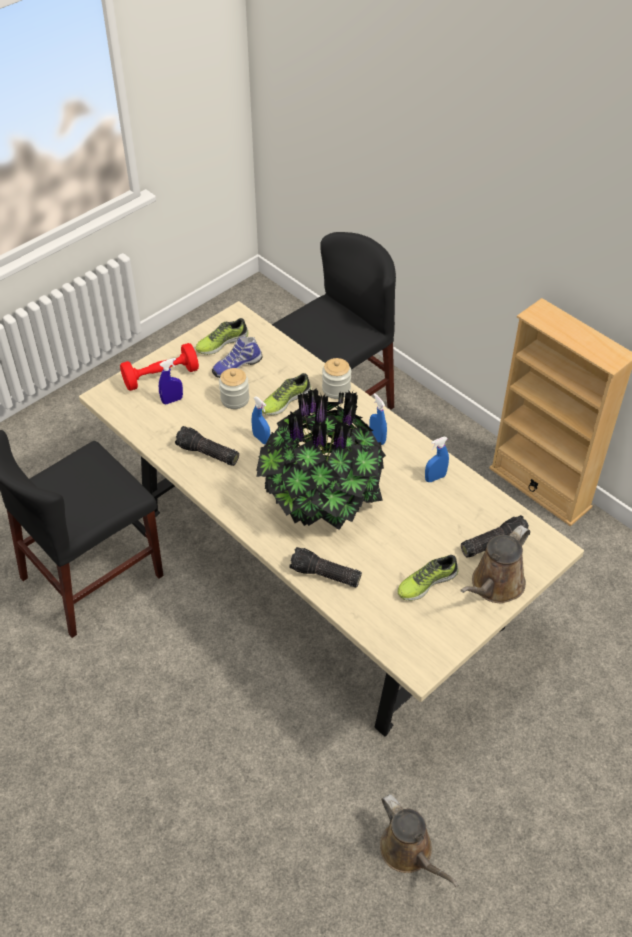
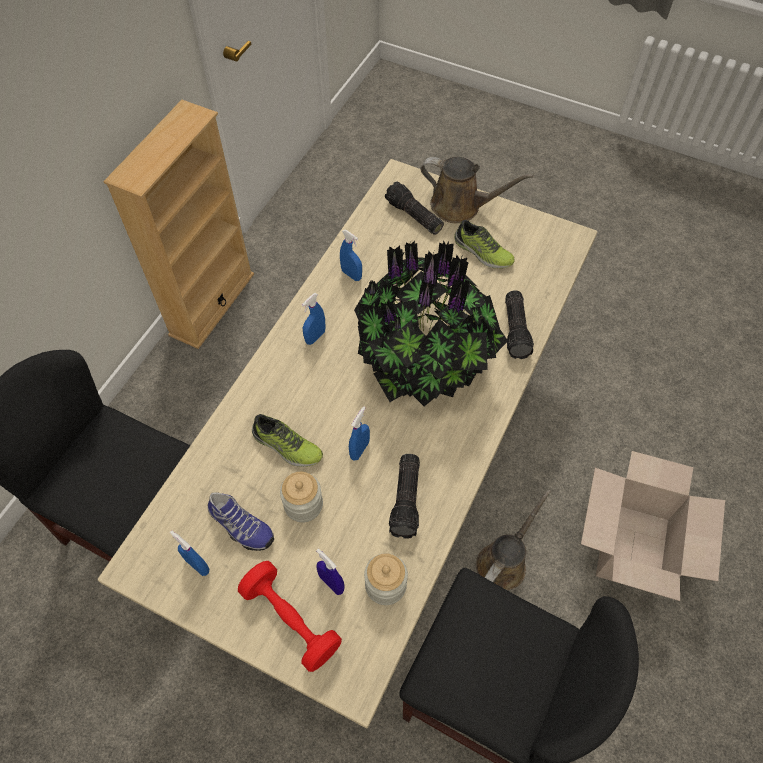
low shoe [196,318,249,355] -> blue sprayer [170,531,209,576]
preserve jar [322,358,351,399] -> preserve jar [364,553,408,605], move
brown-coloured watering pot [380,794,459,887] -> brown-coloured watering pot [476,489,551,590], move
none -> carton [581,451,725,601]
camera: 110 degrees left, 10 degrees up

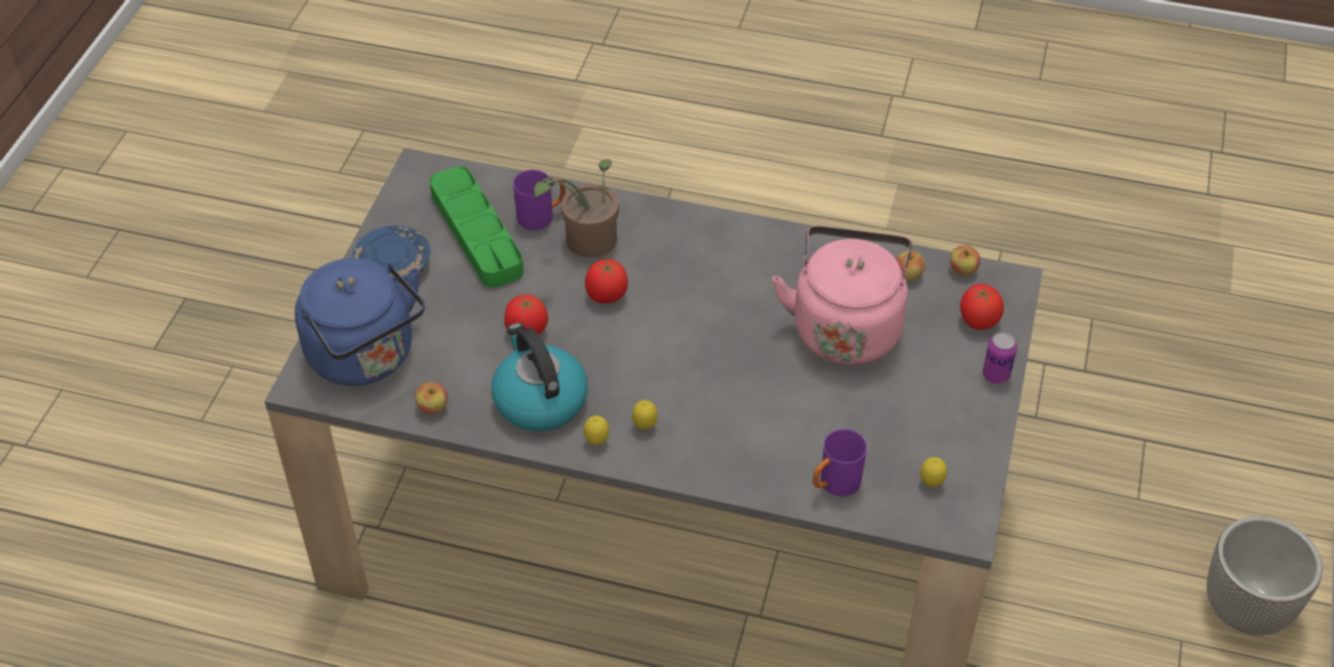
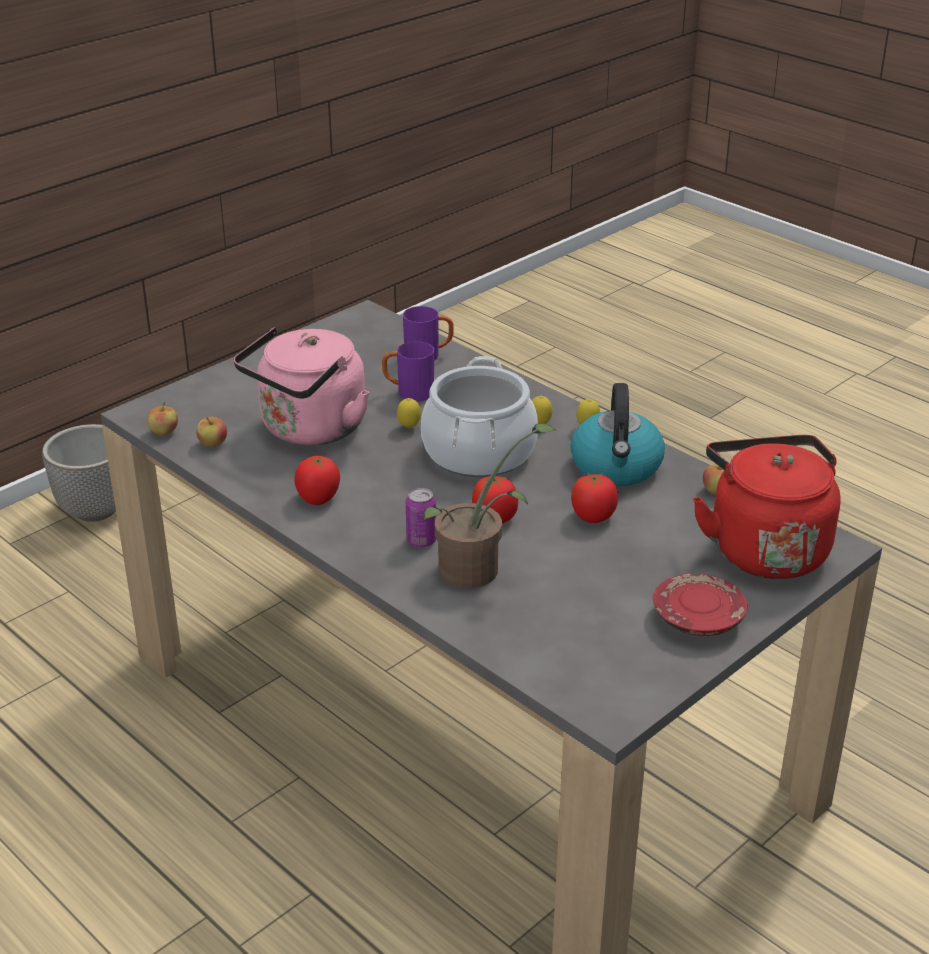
blue tea kettle [295,258,425,386] -> reddish tea kettle [693,435,841,579]
blue dinner plate [352,225,430,284] -> reddish dinner plate [653,574,747,636]
green carrying tray [430,166,524,288] -> none
purplish coffee mug [513,170,566,230] -> purplish coffee mug [382,341,434,402], move
citrus fruit [920,457,947,487] -> citrus fruit [397,398,421,428], move
tomato [960,284,1004,330] -> tomato [294,456,340,505], move
sealed can [983,332,1017,384] -> sealed can [406,488,436,548], move
none -> saucepot [421,356,538,477]
camera: 150 degrees left, 15 degrees down

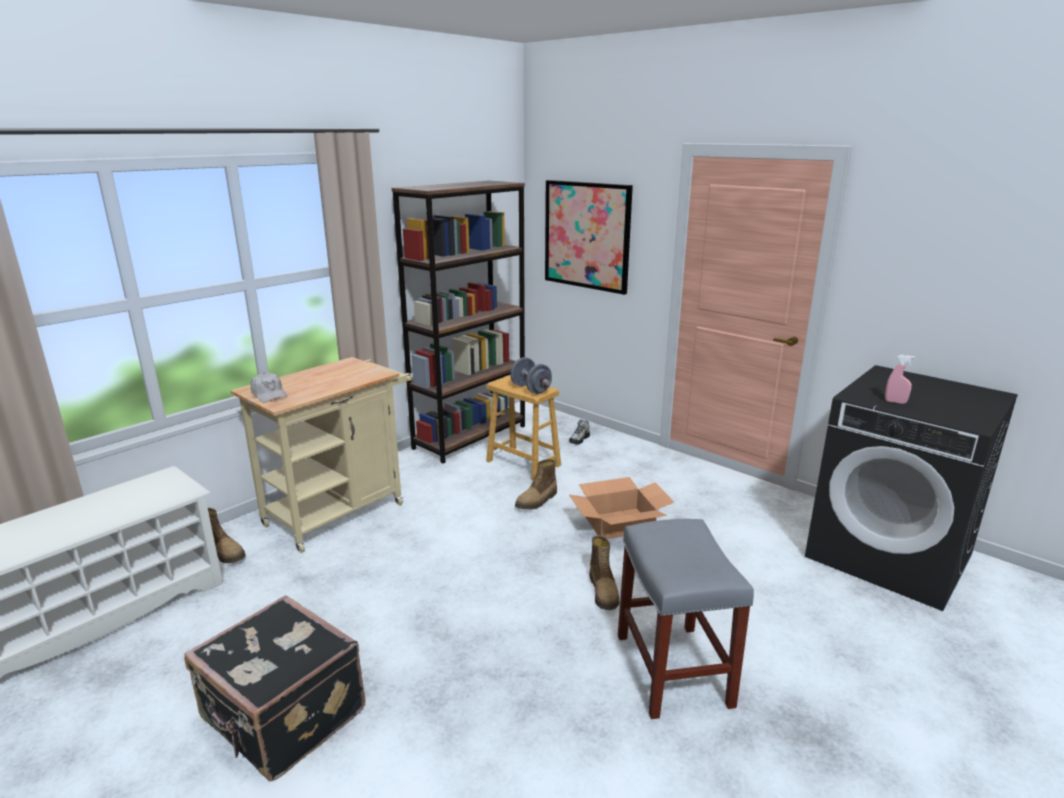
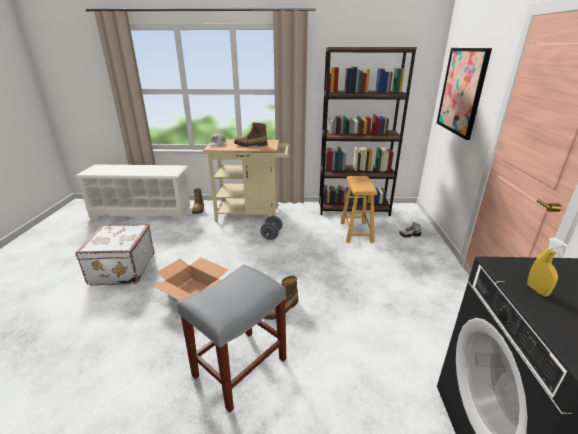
blackish travel case [184,595,365,781] -> white travel case [75,224,155,286]
greyish hand weight [510,357,552,394] -> greyish hand weight [260,216,283,240], move
high-top boot [515,459,557,510] -> high-top boot [234,123,268,147], move
carton [569,477,674,539] -> carton [152,257,229,301], move
pink-coloured sprayer [885,355,915,404] -> yellowish sprayer [527,238,569,296]
camera: 50 degrees right, 5 degrees up

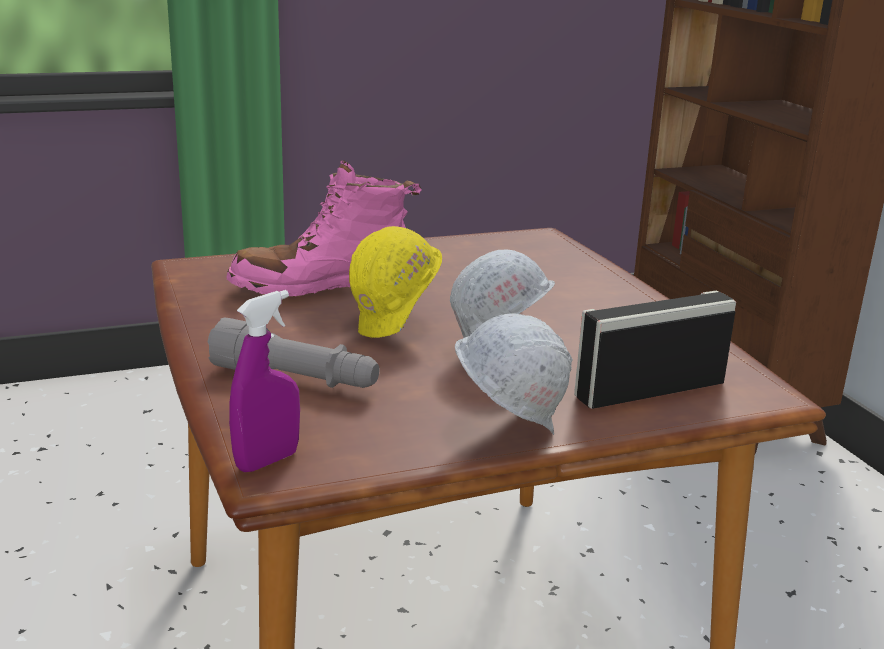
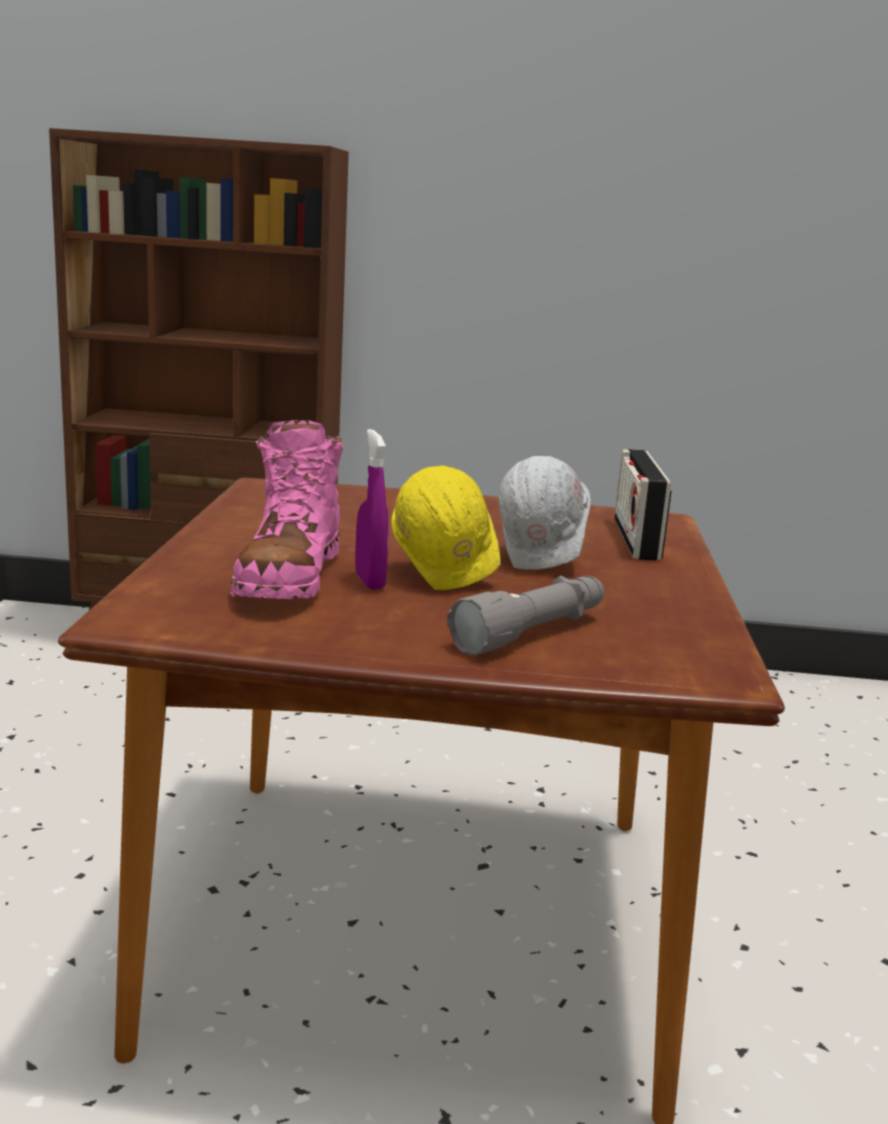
purplish sprayer [229,290,300,472] -> purplish sprayer [355,429,389,590], move
white safety helmet [455,313,573,435] -> none
camera: 65 degrees left, 5 degrees down

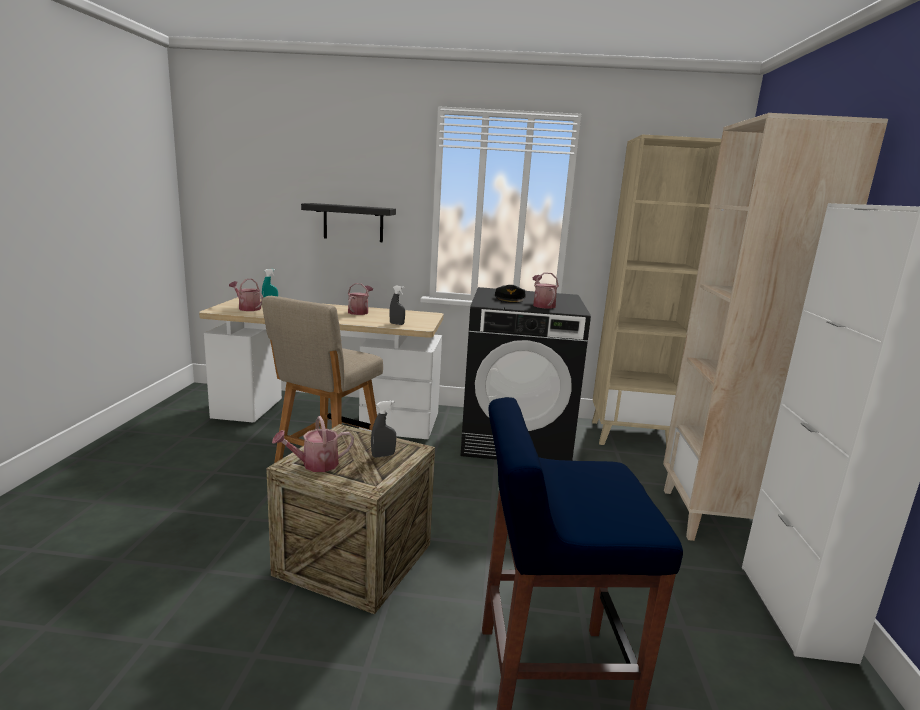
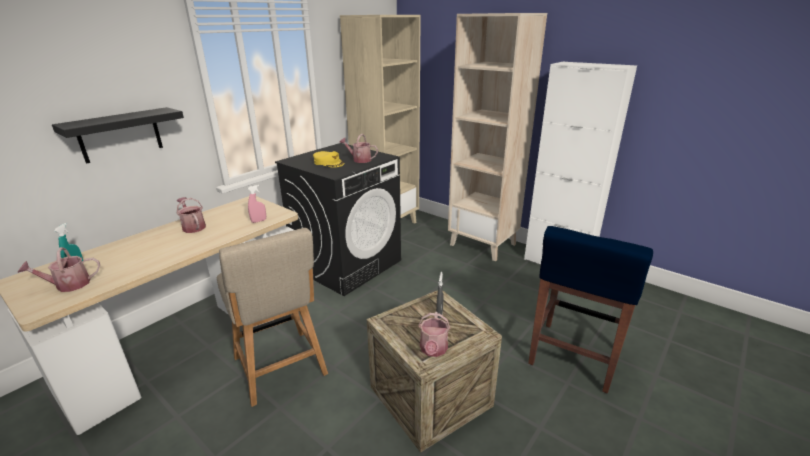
greyish sprayer [389,286,405,325] -> pink-coloured sprayer [247,185,266,223]
blackish peaked cap [495,285,526,303] -> yellowish peaked cap [313,151,345,167]
camera: 55 degrees left, 10 degrees up

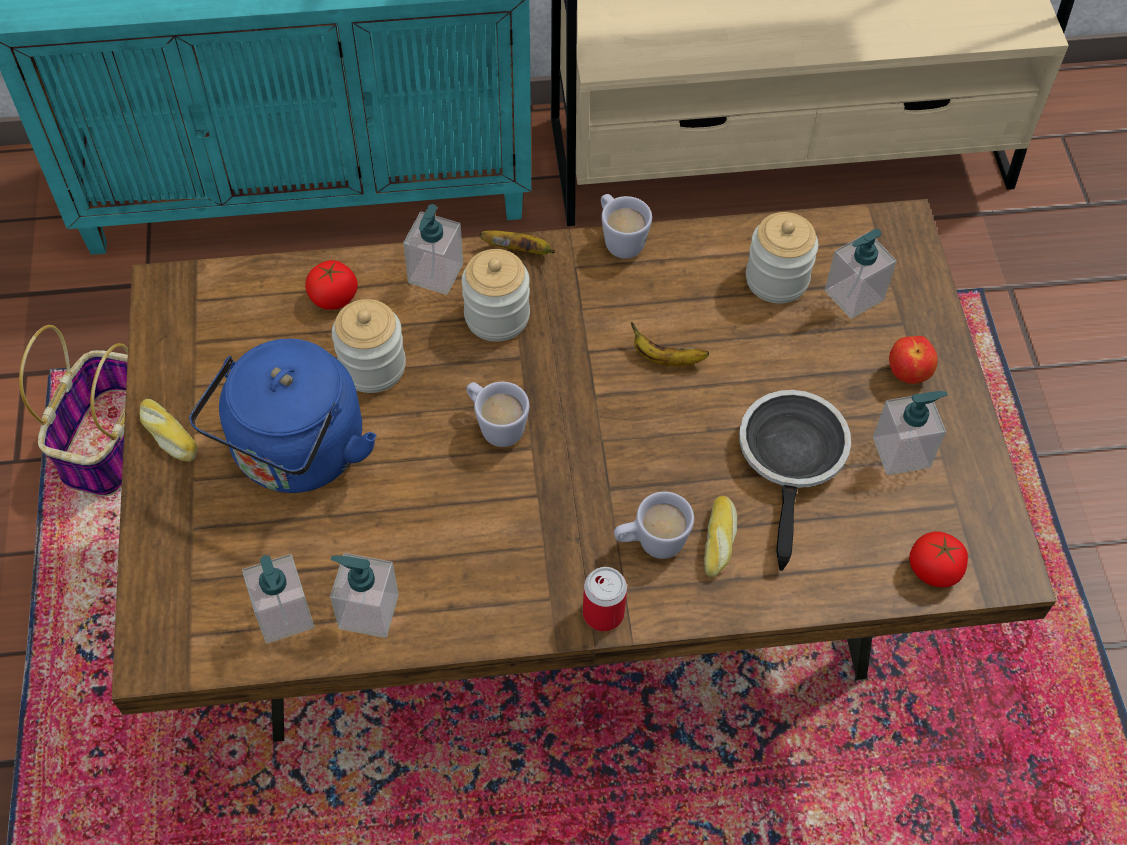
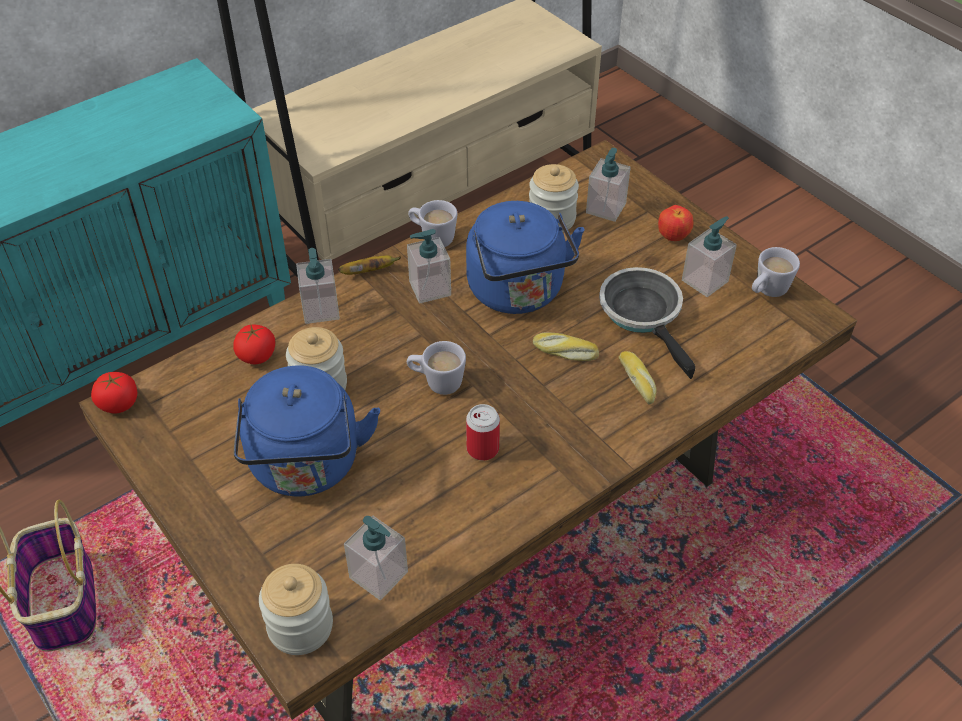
baked bread [140,399,197,462] -> baked bread [533,332,599,361], move
liquid soap bottle [330,553,399,638] -> liquid soap bottle [407,229,451,303], move
preserve jar [462,249,530,342] -> preserve jar [259,564,333,655], move
sealed can [583,567,627,631] -> sealed can [466,404,500,461], move
white coffee mug [614,492,694,559] -> white coffee mug [752,247,800,297], move
banana [631,322,709,366] -> blue tea kettle [466,201,585,314]
tomato [909,531,968,587] -> tomato [91,372,137,414], move
camera: 30 degrees left, 10 degrees down

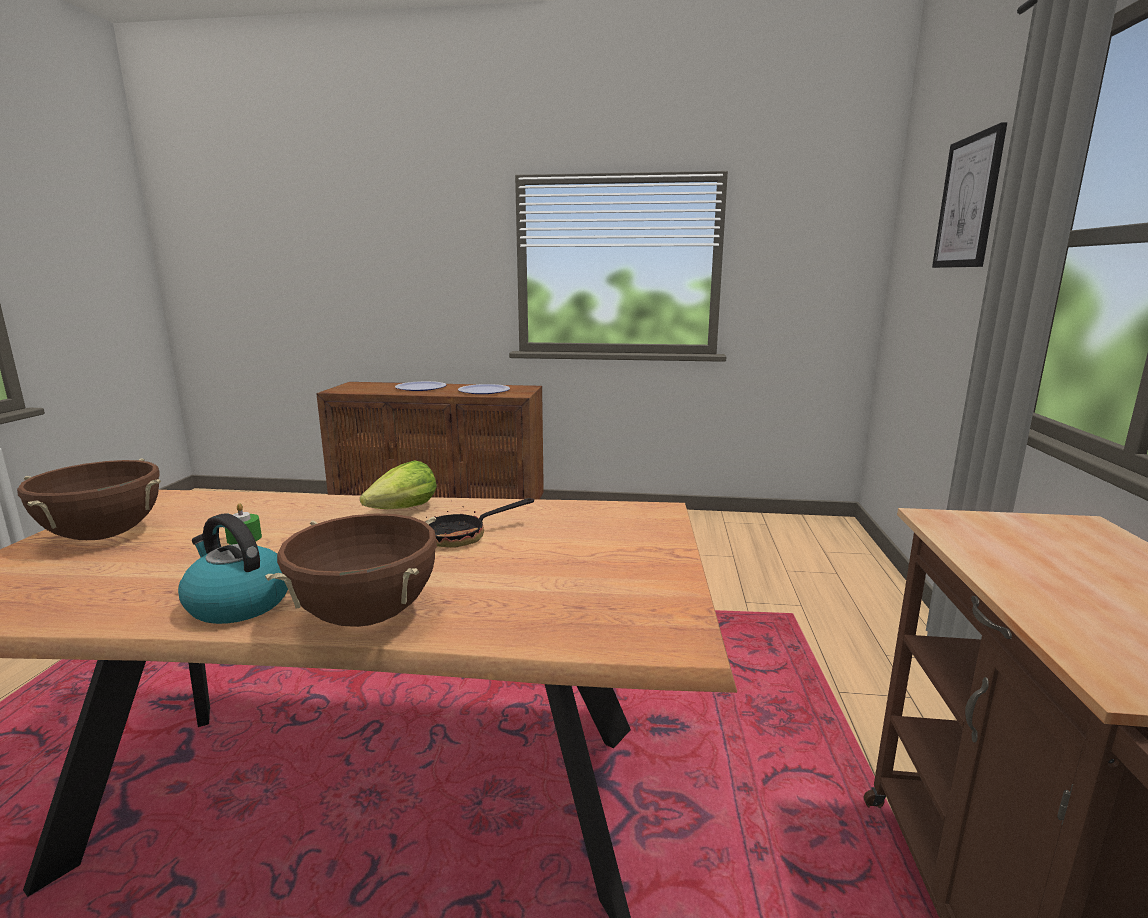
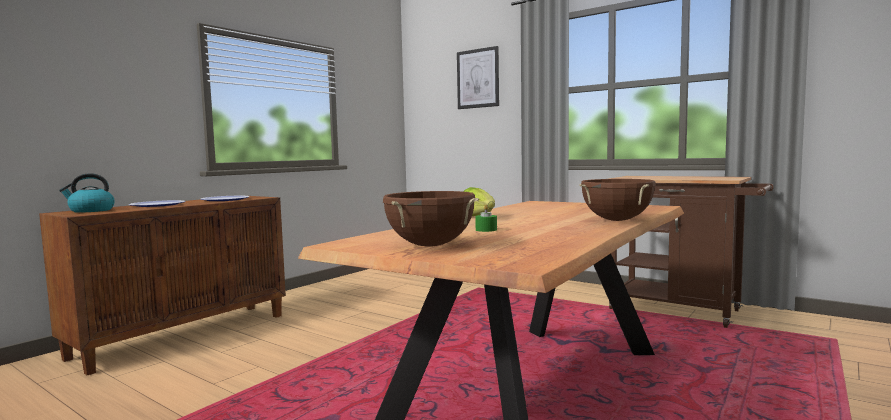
tea kettle [178,513,288,624] -> tea kettle [59,173,115,213], move
frying pan [425,498,534,548] -> none
camera: 60 degrees left, 10 degrees down

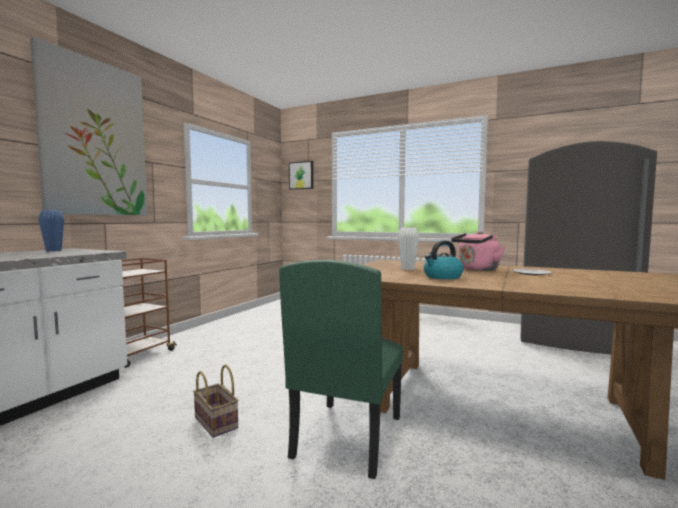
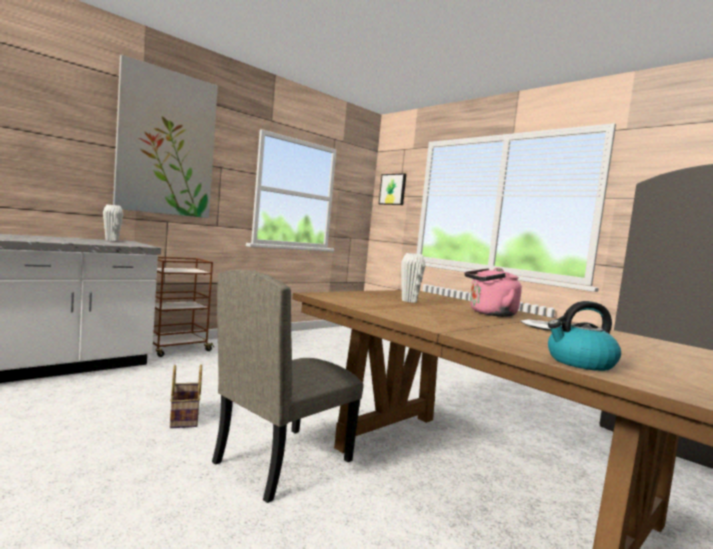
blue decorative vase [39,210,64,251] -> white decorative vase [103,205,123,241]
green upright chair [279,260,404,479] -> sand-coloured upright chair [212,270,364,503]
tea kettle [424,240,464,279] -> tea kettle [548,301,621,371], move
camera: 20 degrees right, 0 degrees up

